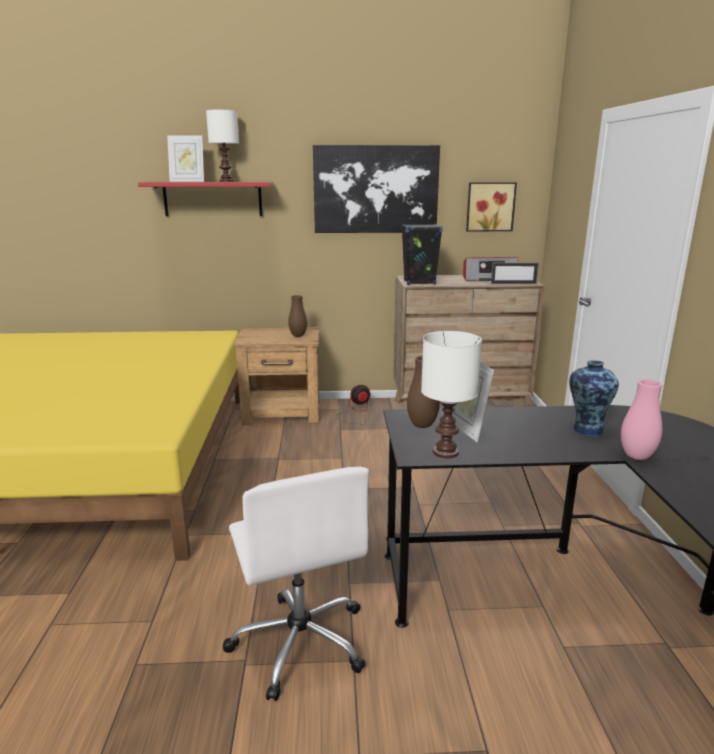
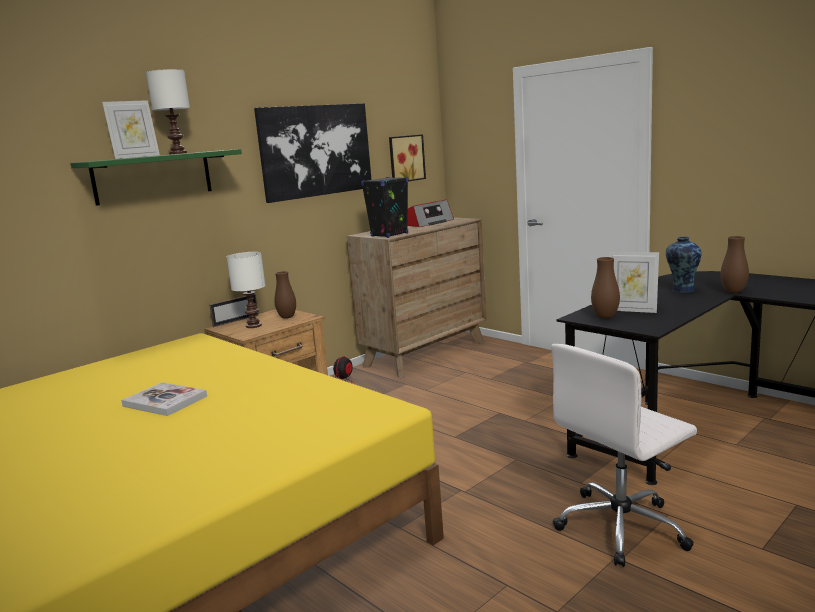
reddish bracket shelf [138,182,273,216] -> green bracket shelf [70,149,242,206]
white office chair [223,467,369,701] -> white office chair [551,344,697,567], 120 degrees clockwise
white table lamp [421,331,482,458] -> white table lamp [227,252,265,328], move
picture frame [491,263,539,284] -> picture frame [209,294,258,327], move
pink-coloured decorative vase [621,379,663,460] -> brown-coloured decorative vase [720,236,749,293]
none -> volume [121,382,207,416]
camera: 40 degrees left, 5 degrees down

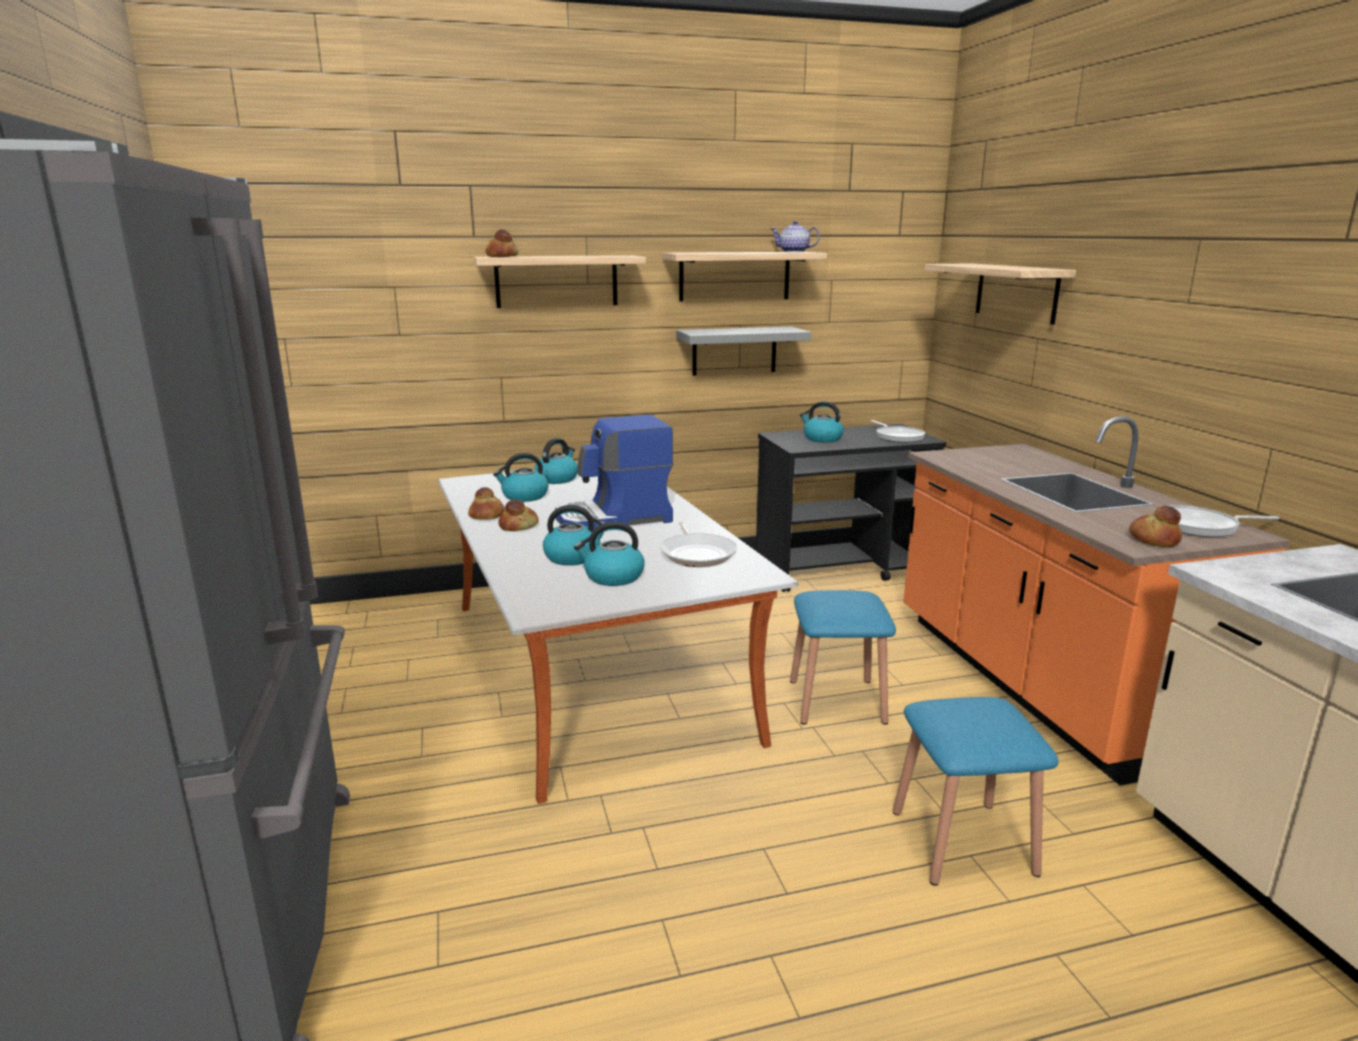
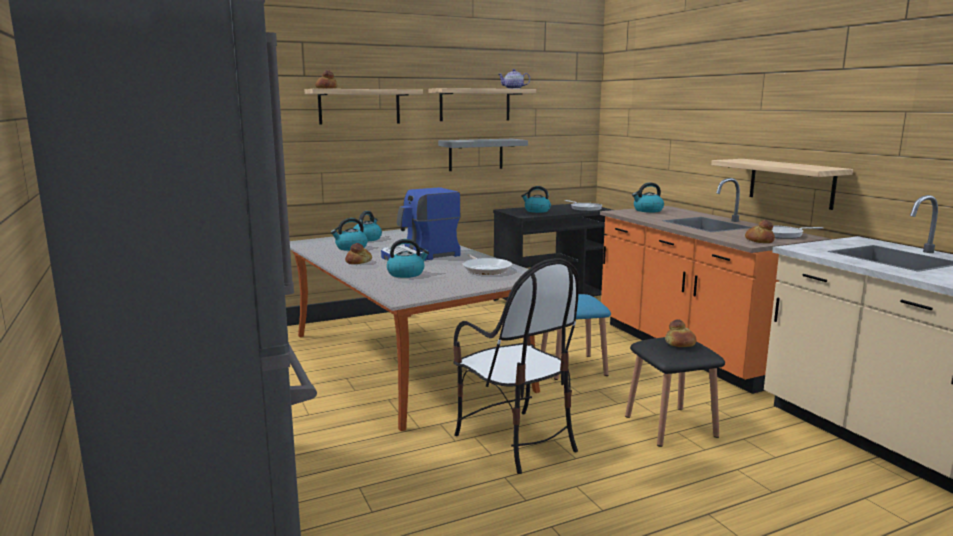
baked bread [468,487,505,520] -> baked bread [665,319,697,347], move
tea kettle [574,522,645,586] -> tea kettle [632,183,664,213], move
blue stool seat [893,697,1059,886] -> blackish stool seat [625,337,725,447]
bracket shelf [925,263,1076,325] -> bracket shelf [711,159,853,210], move
none -> upright chair [453,258,580,474]
camera: 10 degrees left, 5 degrees down

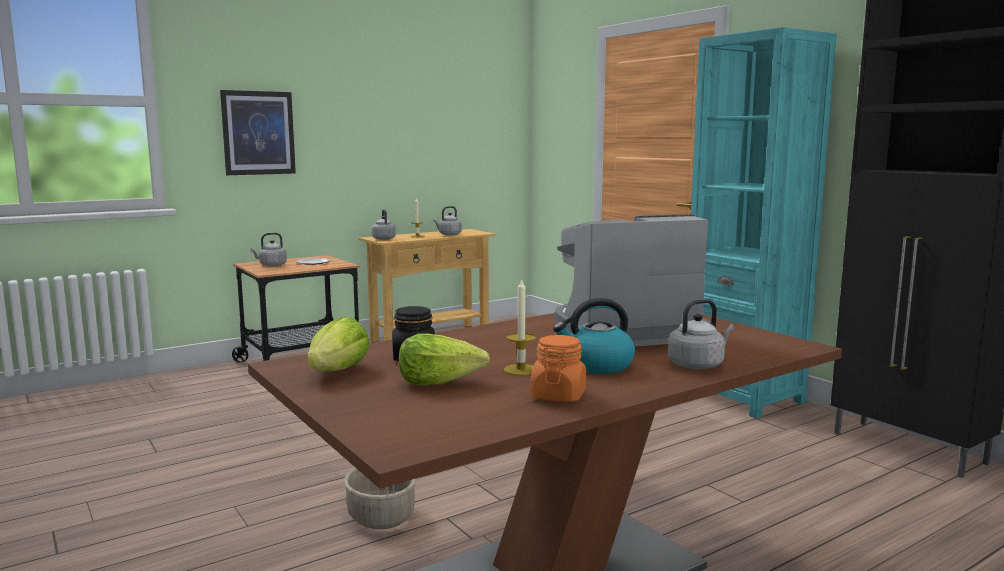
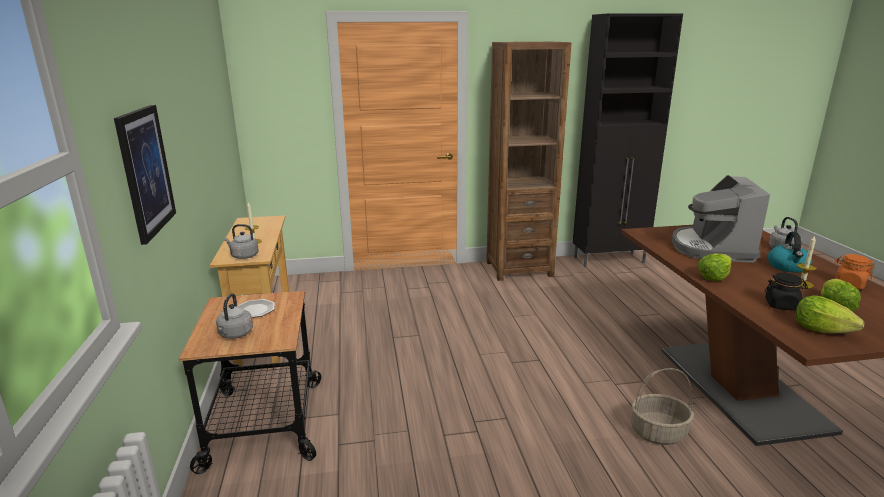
greyish tea kettle [434,206,462,235] -> none
turquoise-coloured bookshelf [691,27,837,419] -> brown-coloured bookshelf [486,42,572,281]
none -> head of lettuce [697,253,732,281]
camera: 65 degrees left, 10 degrees up

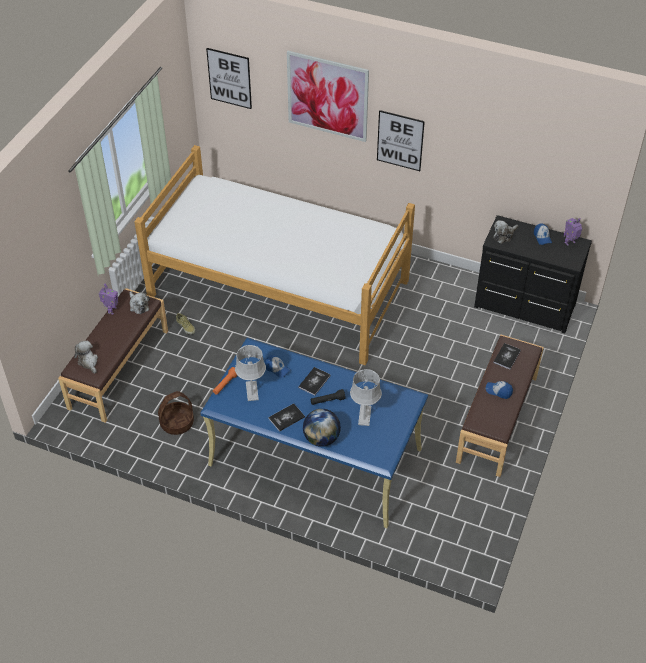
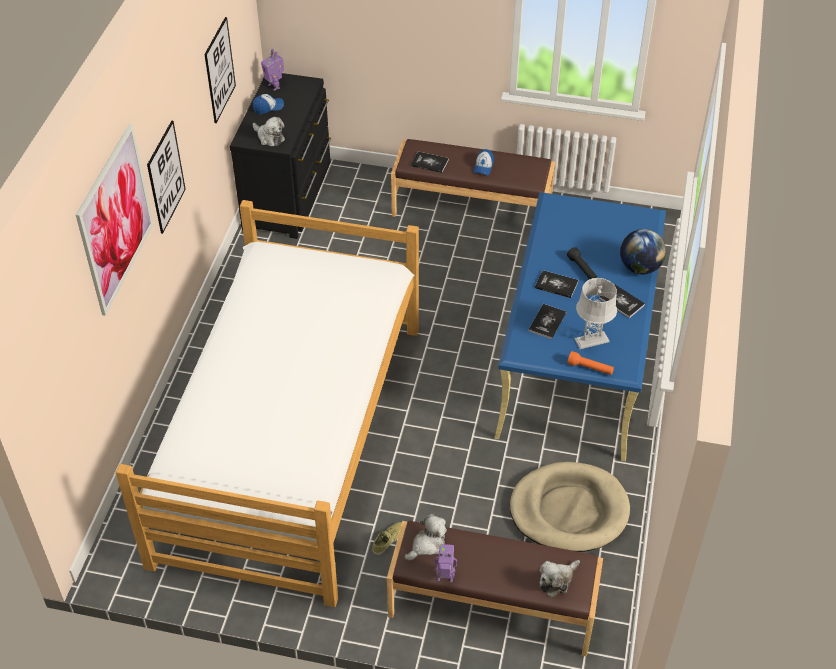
household basket [158,391,194,435] -> sand-coloured pet bed [510,462,630,552]
picture [206,48,252,109] -> picture [205,17,236,123], move
peaked cap [265,355,291,378] -> volume [529,304,566,339]
greyish table lamp [350,369,382,426] -> none
camera: 100 degrees left, 0 degrees up

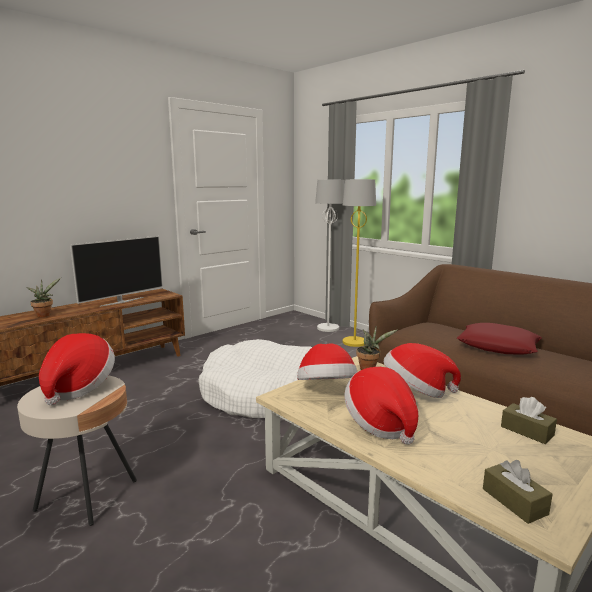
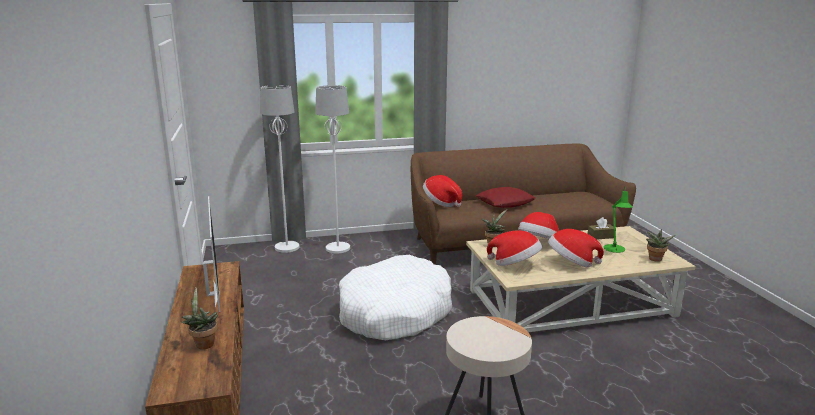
wearable hat [39,333,115,405] -> wearable hat [423,175,462,207], move
yellowish floor lamp [343,179,376,347] -> white floor lamp [315,85,350,254]
brown-coloured tissue holder [483,460,553,524] -> houseplant [646,229,675,262]
none -> green table lamp [604,188,633,253]
camera: 60 degrees left, 5 degrees up

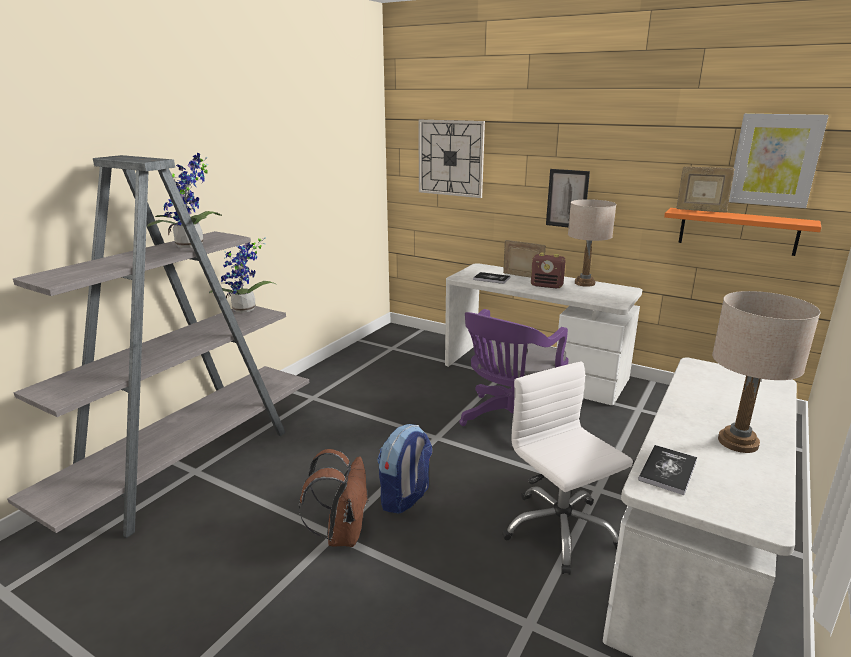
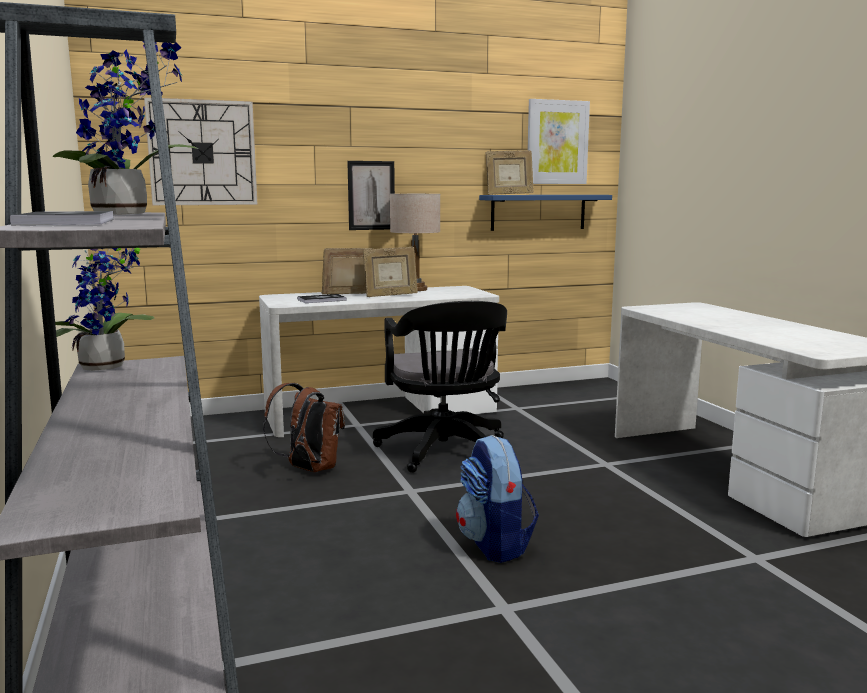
brown-coloured backpack [299,449,367,547] -> brown-coloured backpack [263,383,345,472], move
purplish office chair [459,309,569,426] -> blackish office chair [373,301,507,473]
white office chair [502,361,633,575] -> none
radio [531,253,566,289] -> picture frame [363,247,418,297]
volume [638,445,697,495] -> volume [10,211,114,225], move
orange-coloured bracket shelf [664,208,821,256] -> blue bracket shelf [479,195,612,231]
sand-coloured table lamp [712,291,821,453] -> none
camera: 50 degrees left, 10 degrees down

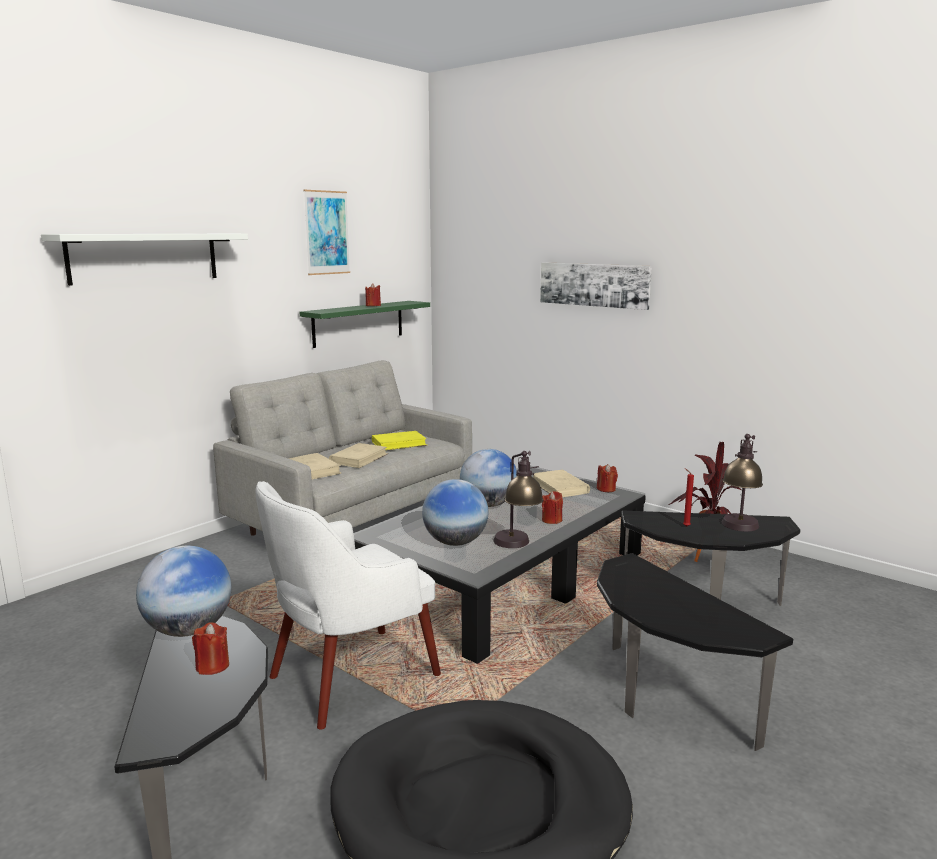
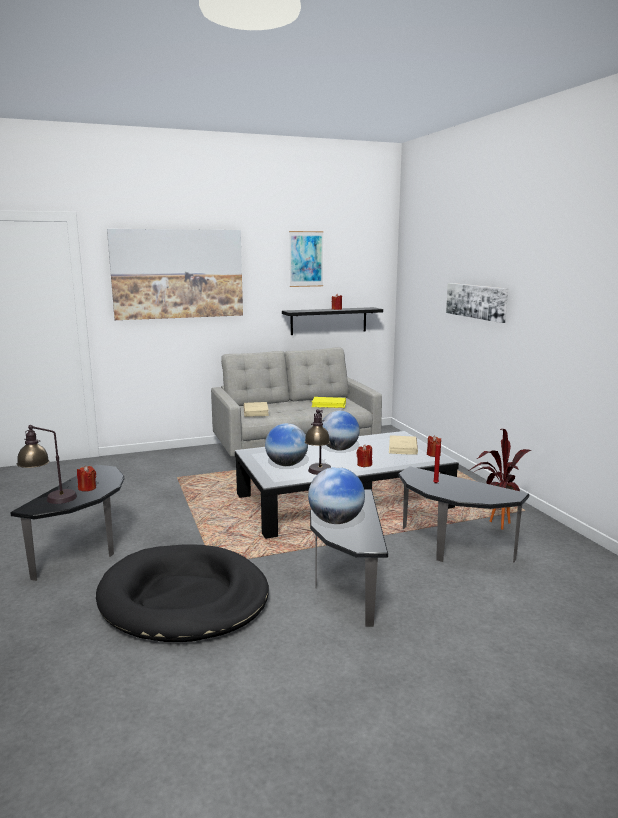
white bracket shelf [41,234,248,286] -> picture [107,229,243,320]
desk globe [136,546,231,637] -> desk globe [308,467,365,524], move
white lounge chair [256,481,441,730] -> none
green bracket shelf [300,301,430,348] -> blackish bracket shelf [282,307,383,335]
sand-coloured volume [329,443,388,468] -> none
table lamp [721,434,763,531] -> table lamp [17,425,77,504], move
camera: 30 degrees right, 0 degrees up

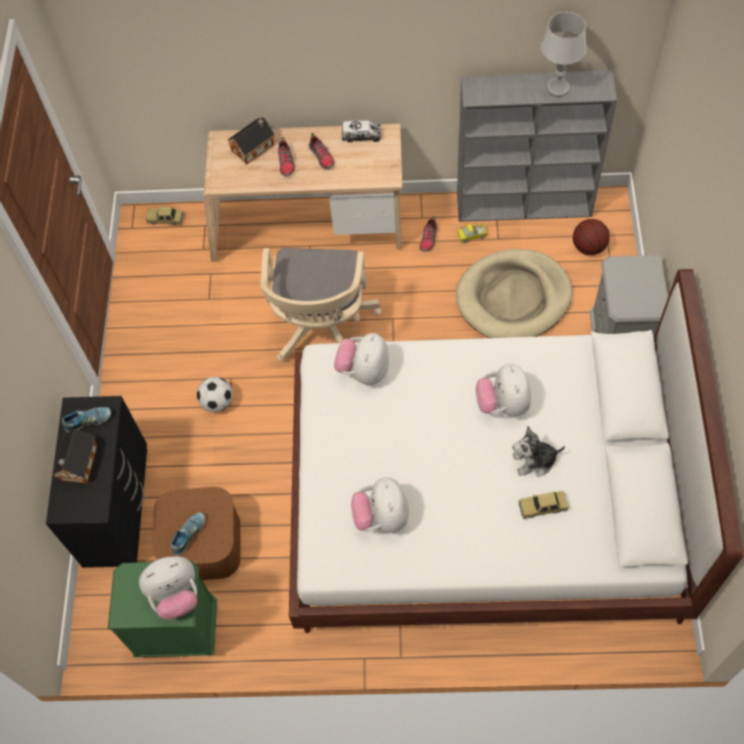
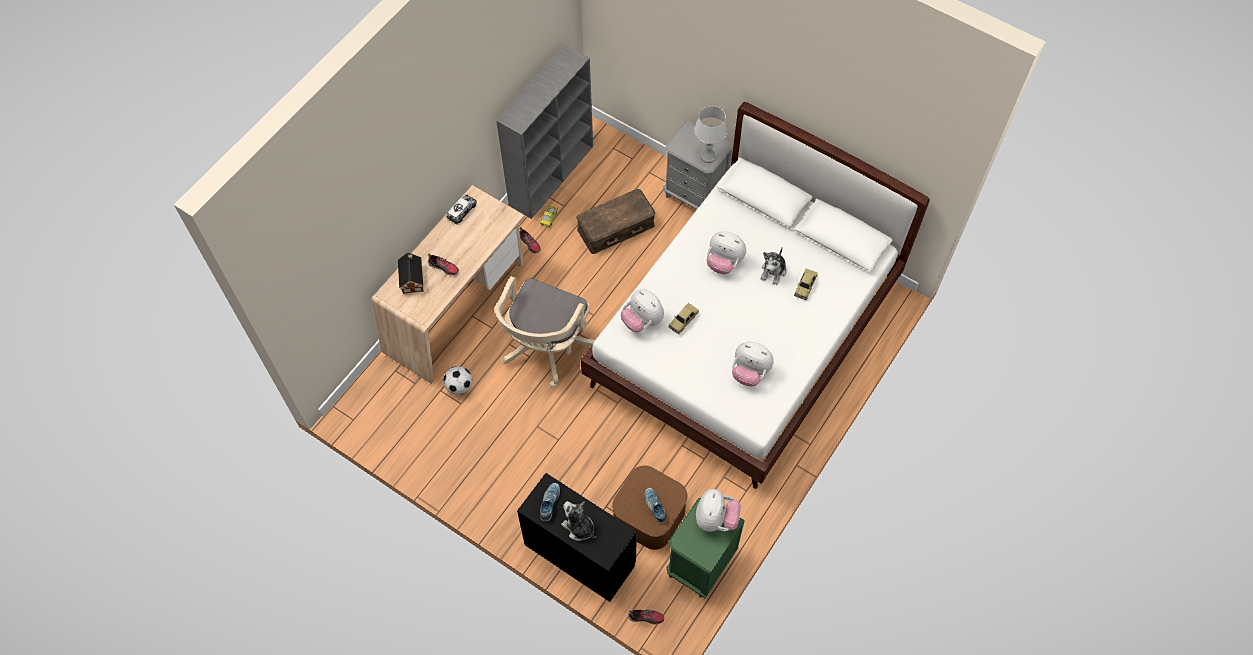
model house [52,429,98,484] -> cuddly toy [561,501,596,541]
miniature car [146,207,184,225] -> miniature car [668,303,699,334], move
ball for football [197,377,233,412] -> ball for football [444,366,473,395], move
sand-coloured office chair [260,248,382,361] -> sand-coloured office chair [494,276,595,387], 75 degrees clockwise
low shoe [309,133,334,169] -> low shoe [628,610,664,624], move
sand-coloured pet bed [456,249,572,338] -> brown-coloured storage bin [576,189,655,254]
greyish table lamp [541,12,587,97] -> greyish table lamp [694,106,728,163], move
basketball ball [573,219,610,255] -> none
camera: 60 degrees left, 0 degrees up

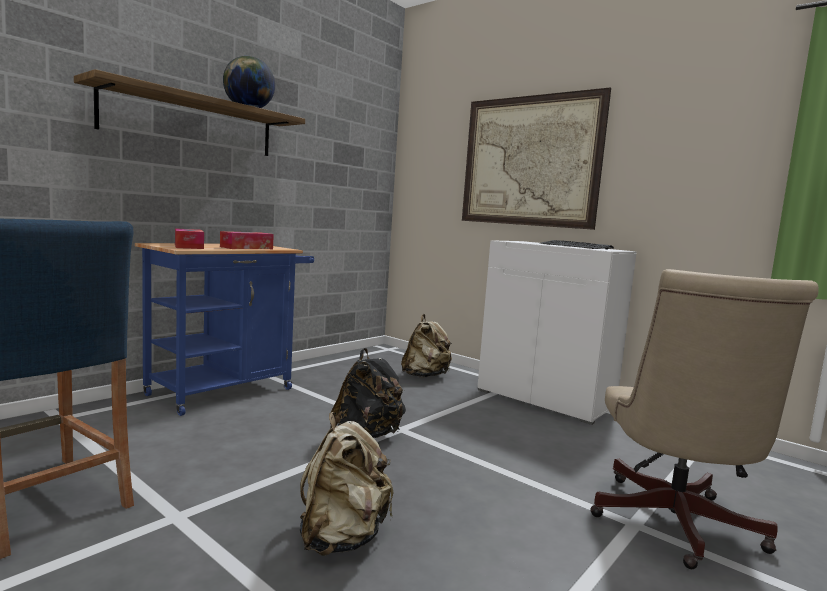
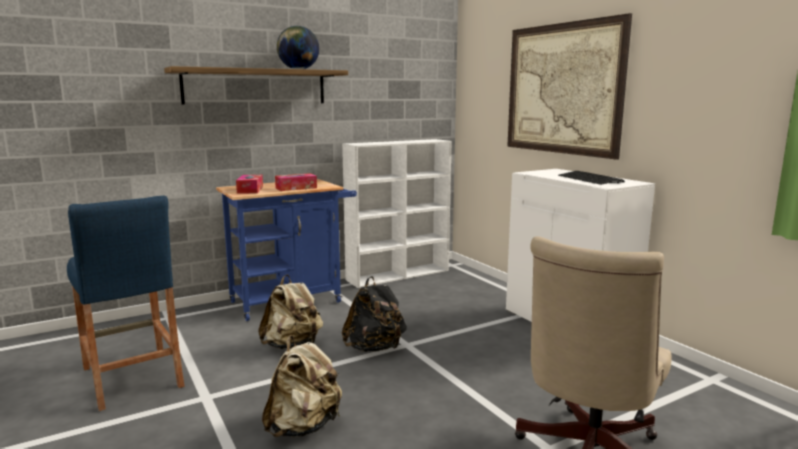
sand-coloured backpack [401,314,452,378] -> sand-coloured backpack [258,274,323,349], move
none -> white bookshelf [342,139,452,288]
camera: 20 degrees right, 5 degrees up

